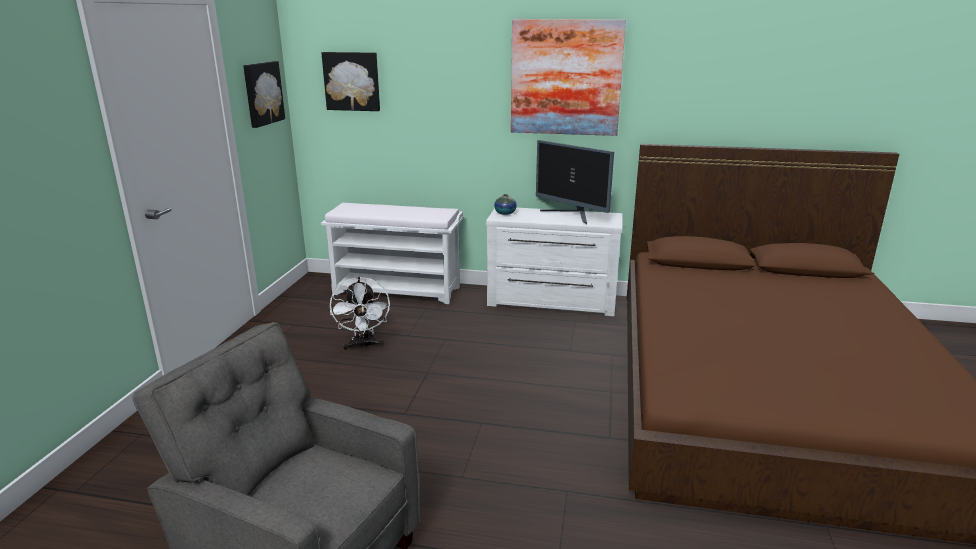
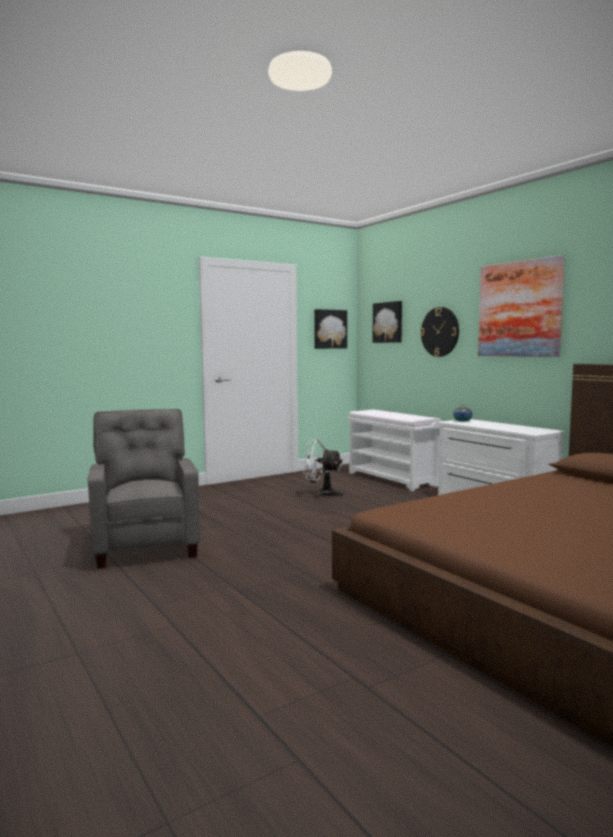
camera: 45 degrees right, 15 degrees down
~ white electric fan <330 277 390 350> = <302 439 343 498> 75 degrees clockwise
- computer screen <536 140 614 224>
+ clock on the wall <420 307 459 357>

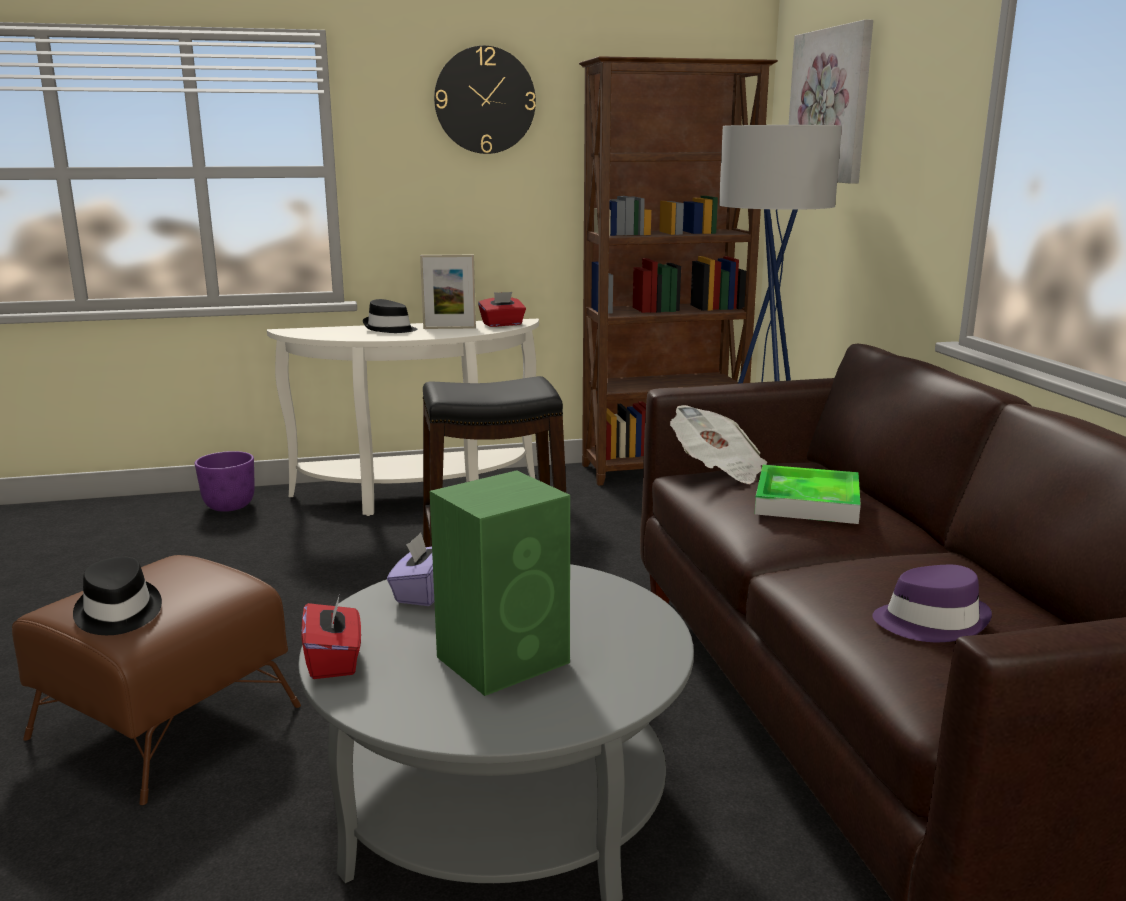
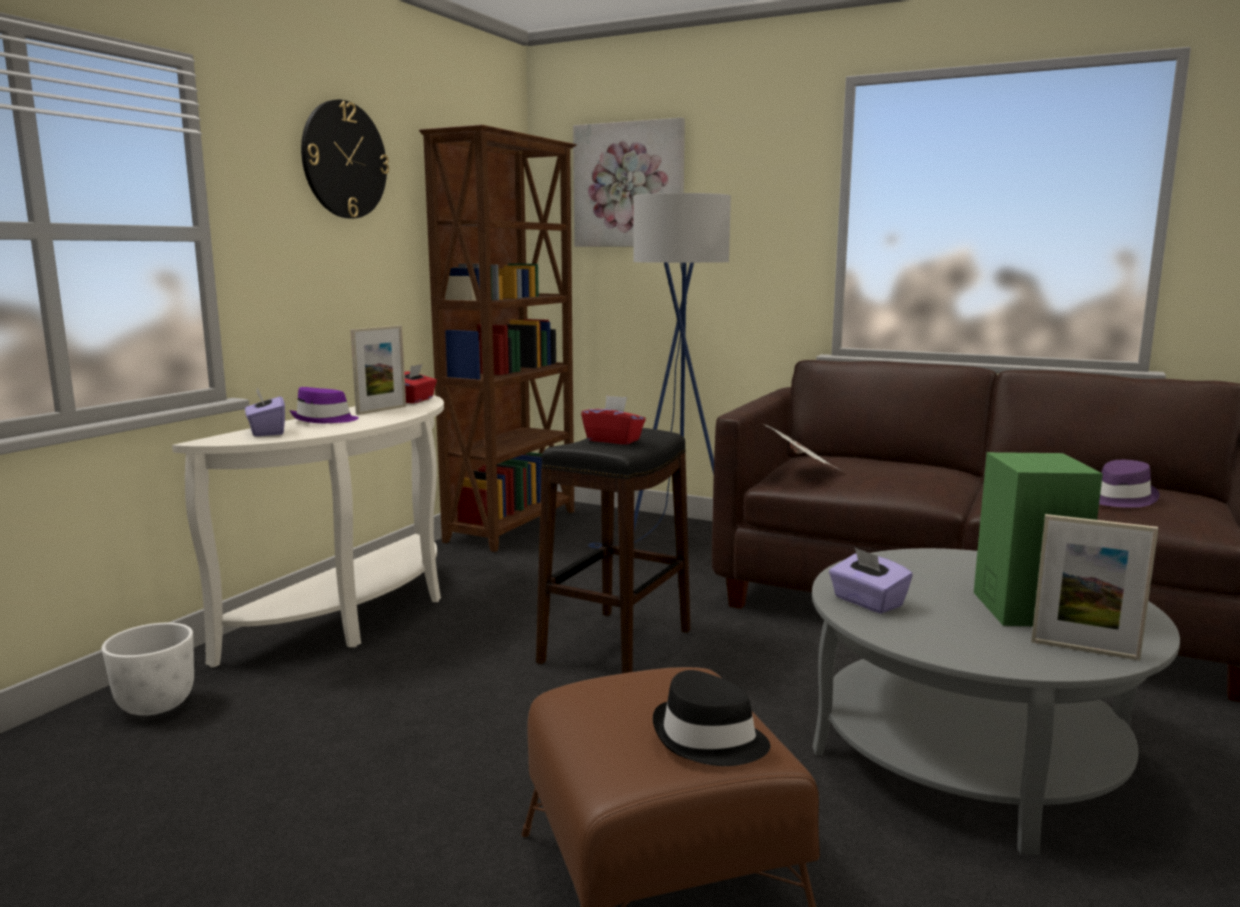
camera: 50 degrees left, 5 degrees down
~ purple planter <195 451 255 512> to white planter <102 623 194 716>
~ red-coloured tissue box <302 596 361 679> to <581 395 646 444>
~ blackish wearable hat <363 299 417 333> to purple wearable hat <290 387 359 423>
- tray <755 465 861 524>
+ purple tissue box <245 387 285 437>
+ standing frame <1031 514 1158 661>

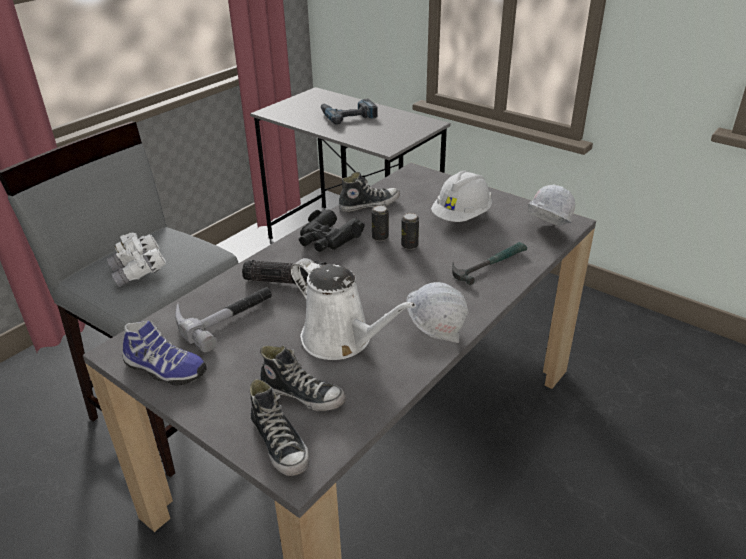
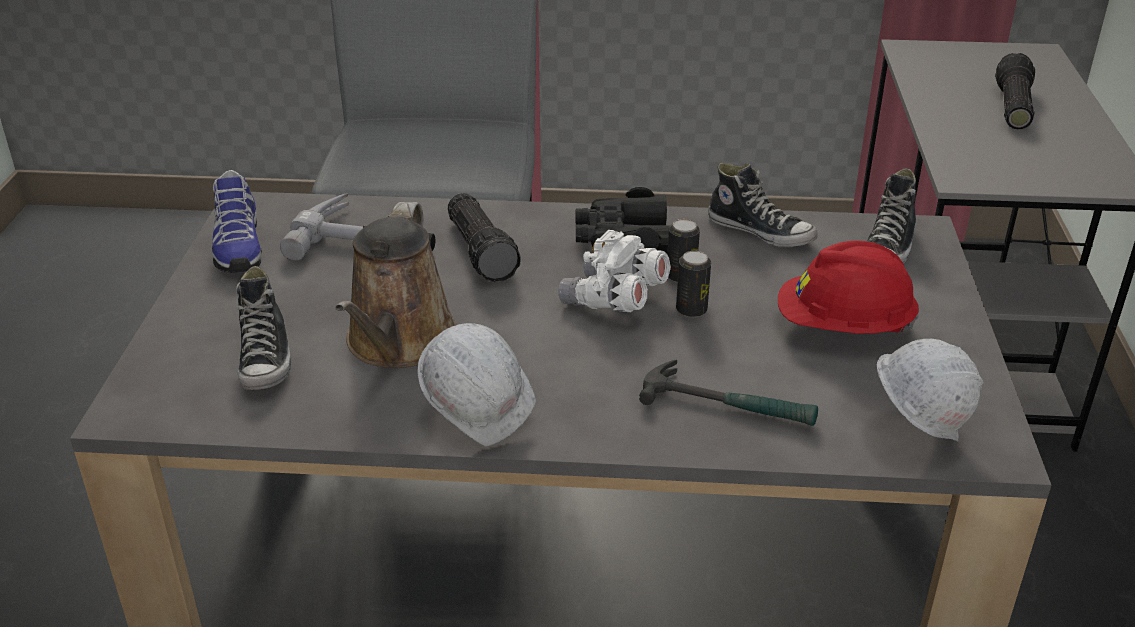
camera: 55 degrees right, 0 degrees up
~ white field glasses <106 233 166 287> to <558 230 671 312>
~ item of footwear <250 379 309 476> to <867 168 916 264>
~ white sprinkling can <291 258 416 360> to brownish sprinkling can <335 202 457 368>
~ electric drill <321 99 377 125> to hand torch <995 53 1035 130>
~ white work helmet <431 171 492 222> to red-coloured work helmet <778 241 919 334>

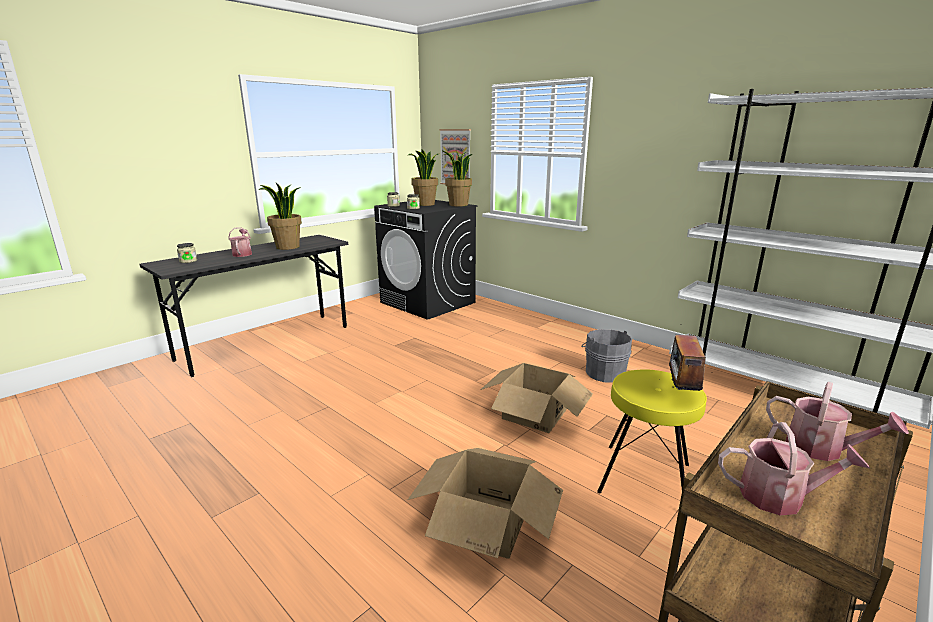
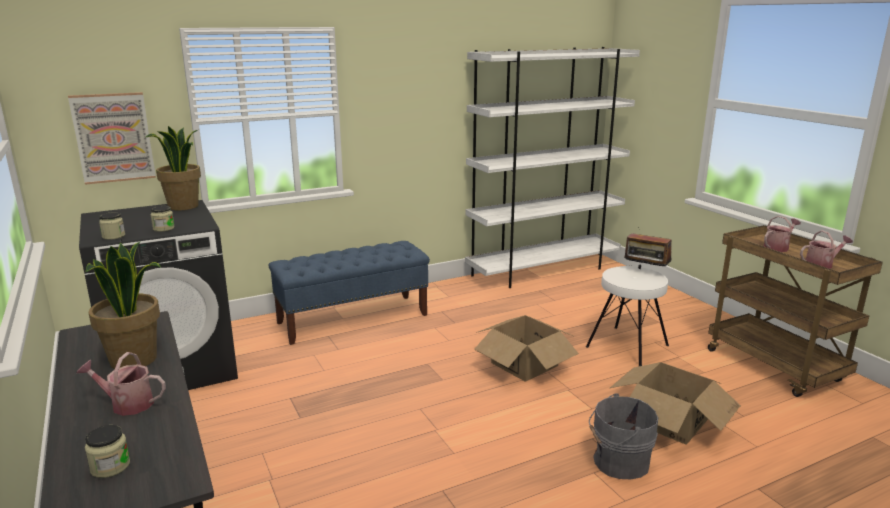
camera: 70 degrees left, 0 degrees up
- plant in a pot <408 150 440 206>
~ gray pail <581 329 632 383> to <589 393 658 479>
~ yellow-coloured stool seat <597 369 707 517> to white stool seat <586 266 669 366>
~ sprinkling can <718 422 870 515> = <800 230 853 269> 45 degrees clockwise
+ bluish indoor bench <269 241 430 345>

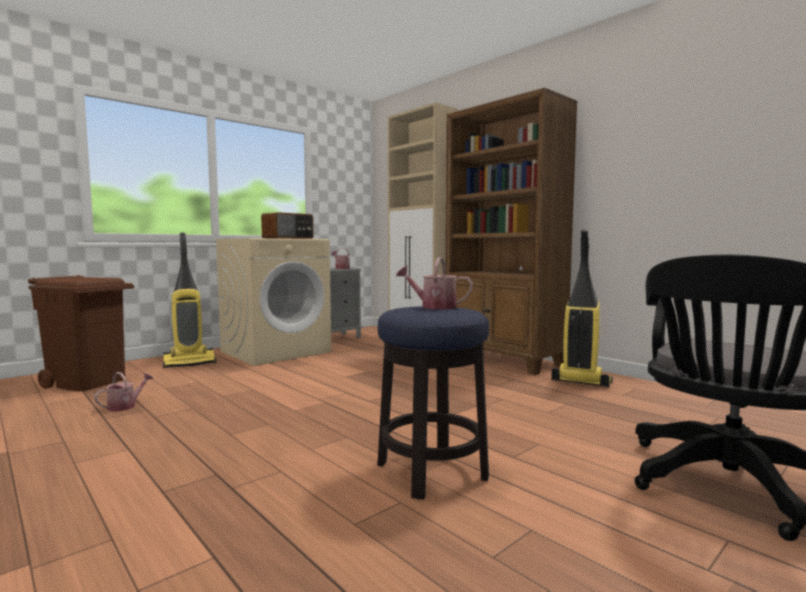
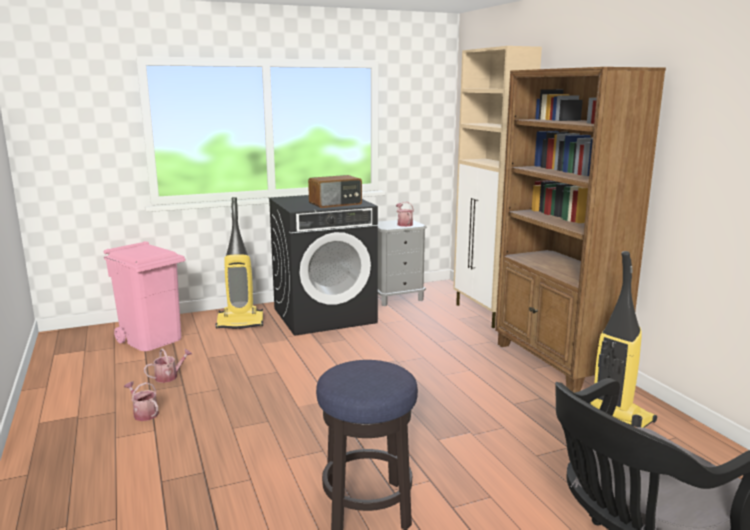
camera: 20 degrees right, 10 degrees up
~ brownish waste bin <28 275 134 391> to pinkish waste bin <104 241 186 351>
~ beige-coloured washing machine <215 238 331 366> to blackish washing machine <269 195 378 336>
~ sprinkling can <396 257 473 309> to <124 381 159 421>

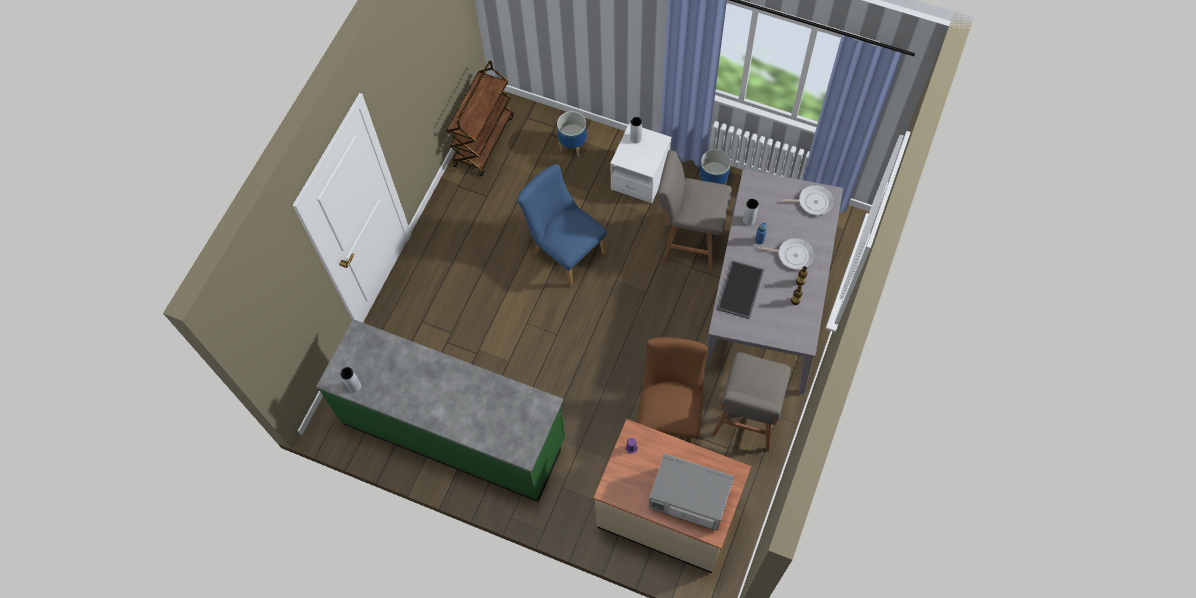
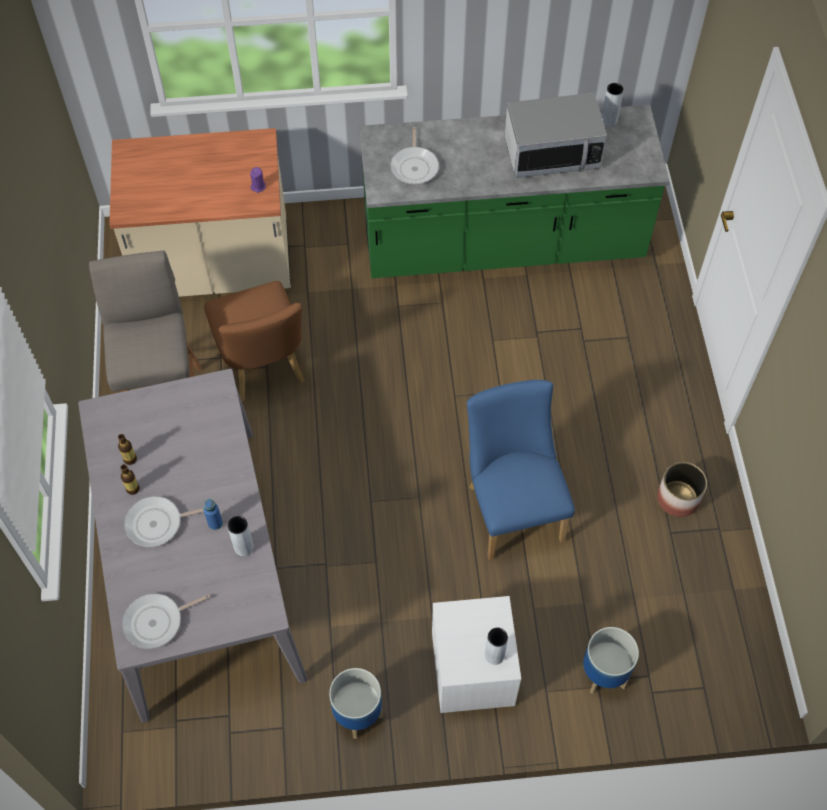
camera: 150 degrees right, 5 degrees down
- brownish cart <446 60 514 176>
~ bluish chair <518 164 607 287> = <467 380 575 560> 120 degrees counterclockwise
~ microwave oven <649 454 734 531> to <505 93 607 178>
- gray stool seat <658 150 732 271>
- tray <717 260 764 319>
+ skillet <390 127 439 184>
+ planter <657 462 707 517>

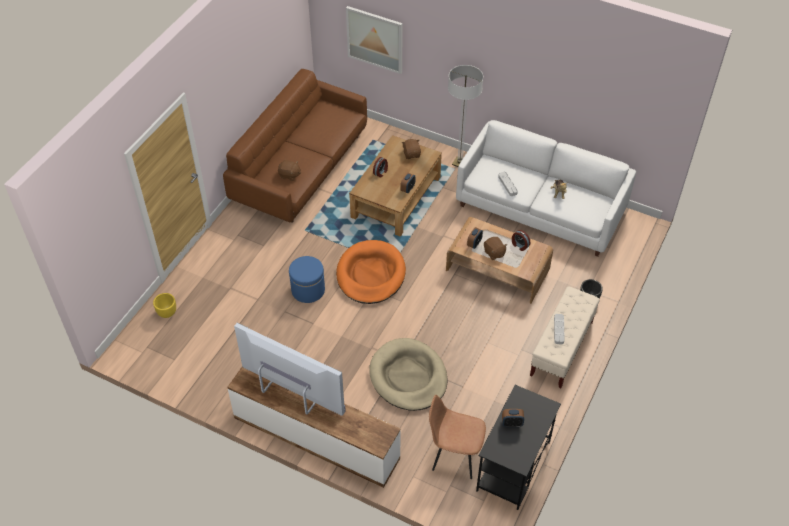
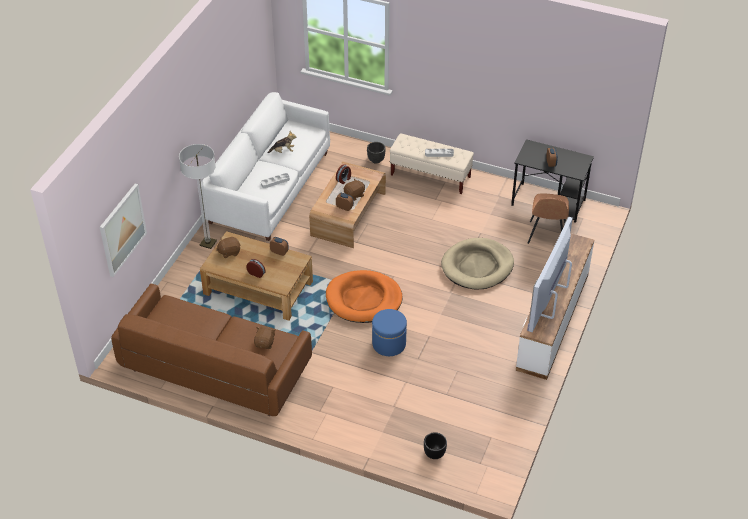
camera: 95 degrees left, 5 degrees down
~ yellow-coloured planter <153 293 176 318> to blackish planter <424 432 447 459>

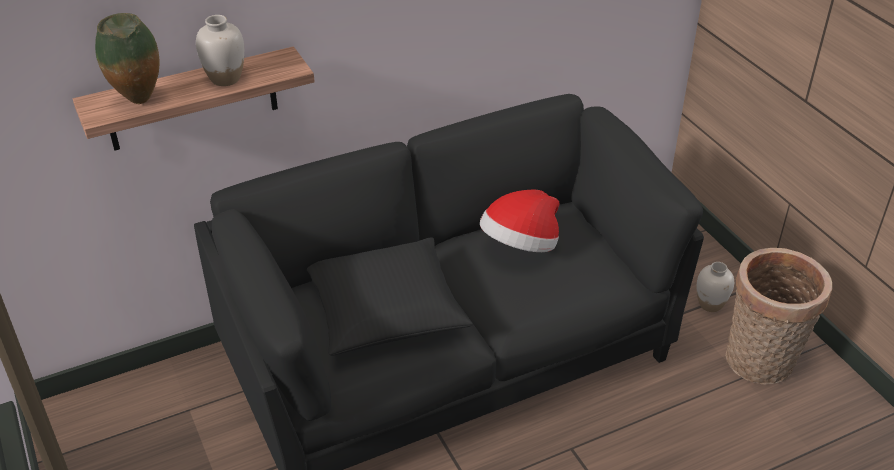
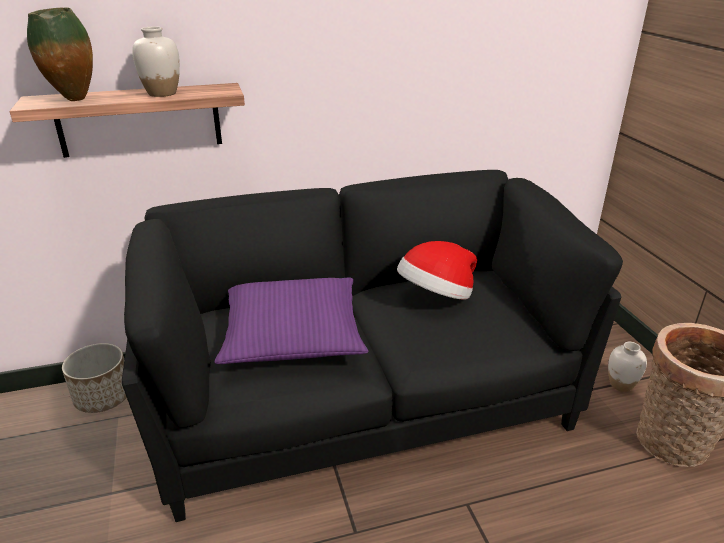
camera: 10 degrees right, 10 degrees down
~ blackish cushion <307 237 473 356> to purple cushion <215 278 369 364>
+ planter <62 343 127 413>

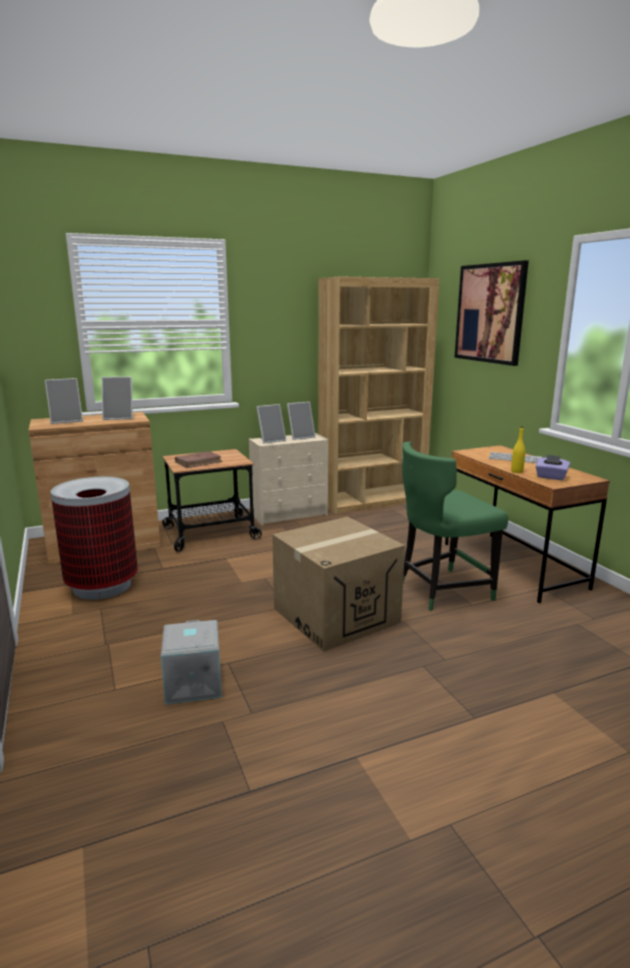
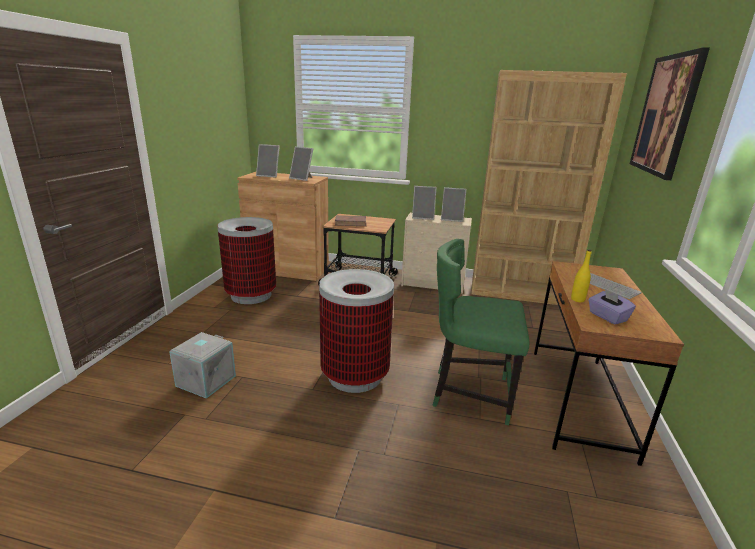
camera: 35 degrees right, 5 degrees up
~ cardboard box <272 517 405 652> to waste bin <319 269 394 393>

